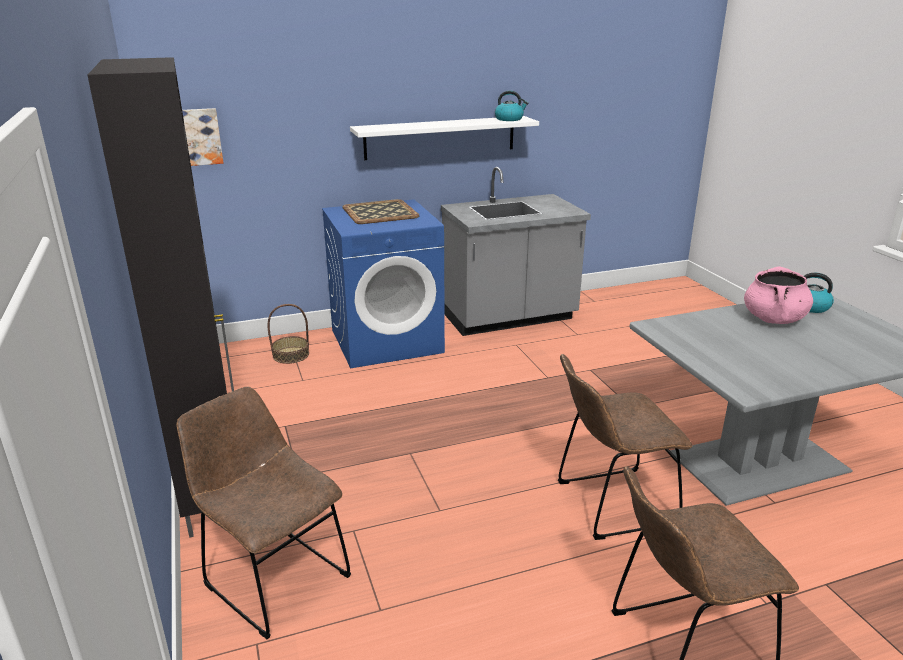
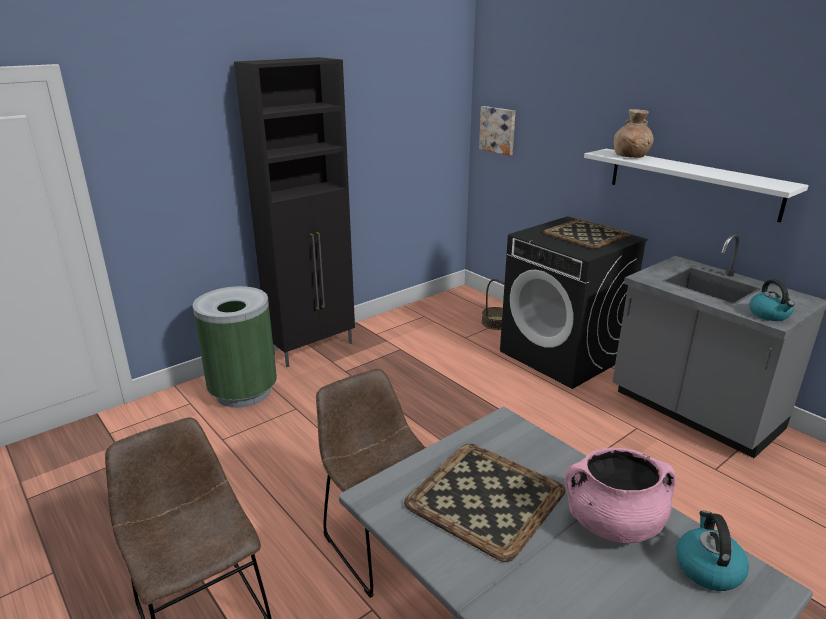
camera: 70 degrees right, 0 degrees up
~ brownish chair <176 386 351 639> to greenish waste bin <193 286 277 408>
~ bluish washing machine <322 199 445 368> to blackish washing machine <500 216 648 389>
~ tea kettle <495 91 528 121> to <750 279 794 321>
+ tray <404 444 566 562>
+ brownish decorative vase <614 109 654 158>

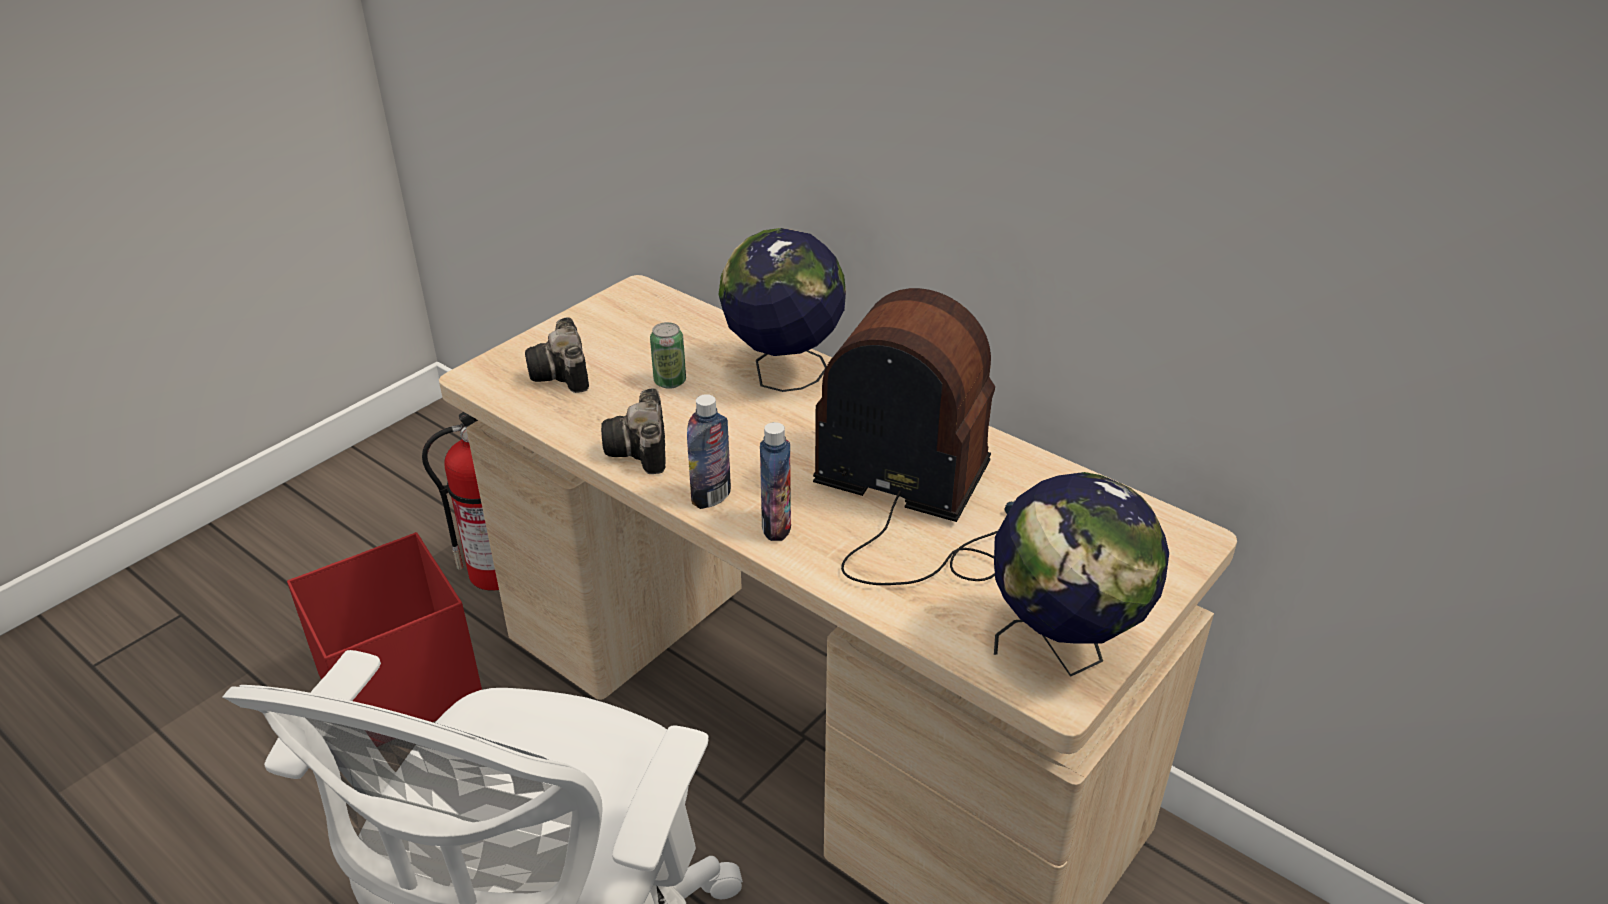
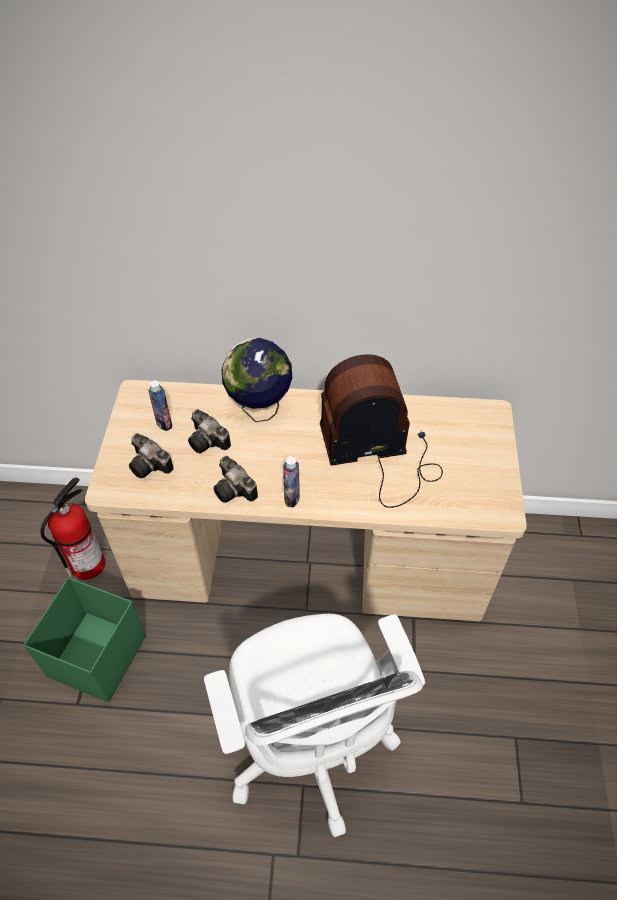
camera: 35 degrees left, 15 degrees up
~ red-coloured storage bin <287 532 482 722> to greenish storage bin <23 577 146 703>
~ sealed can <650 322 686 389> to still camera <188 409 231 453>
~ beverage bottle <760 422 791 541> to <148 380 172 431>
- desk globe <994 472 1169 677>

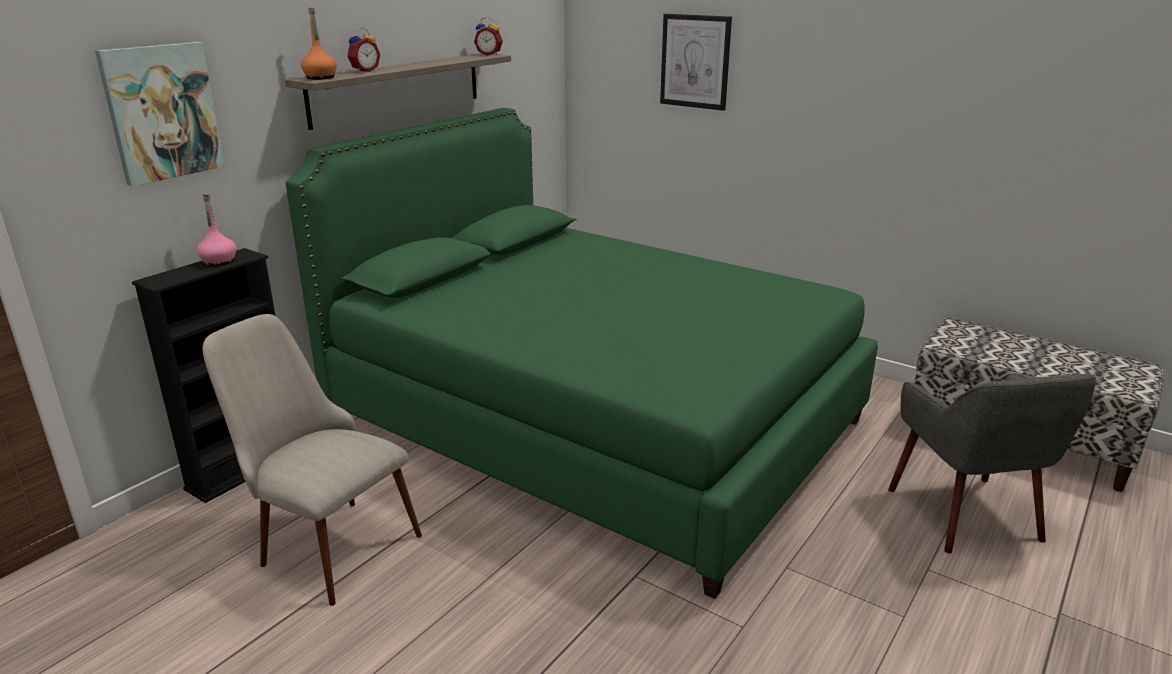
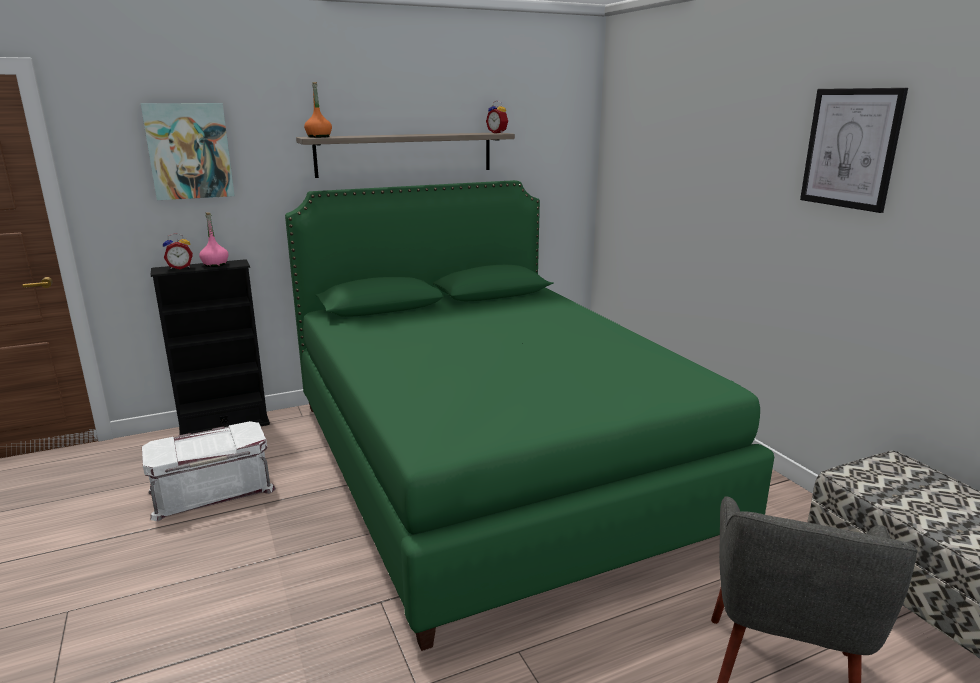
camera: 30 degrees right, 5 degrees down
~ beige-coloured chair <203 314 422 606> to white storage bin <142 421 276 521>
~ bedside clock <347 27 380 73> to <163 233 193 270>
~ picture <660 14 732 111> to <800 88 908 213>

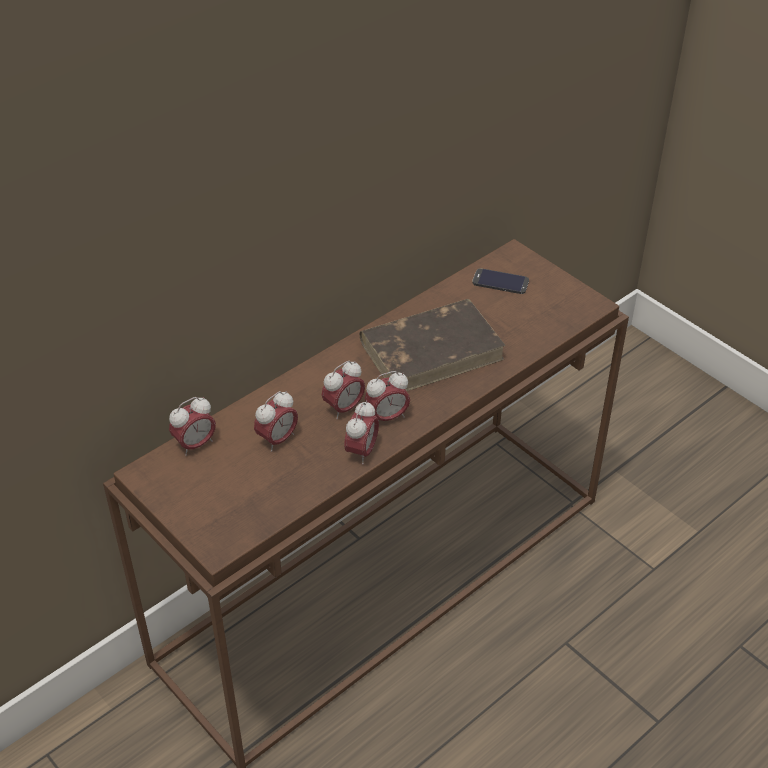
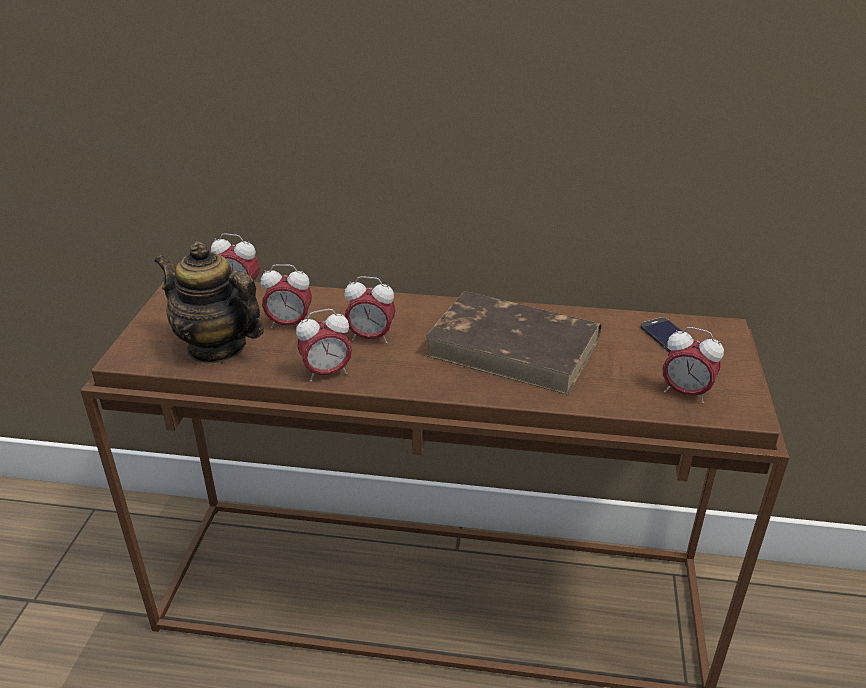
camera: 50 degrees right, 10 degrees down
~ bedside clock <365 371 410 421> to <662 327 724 403>
+ pot for tea <154 242 264 364>

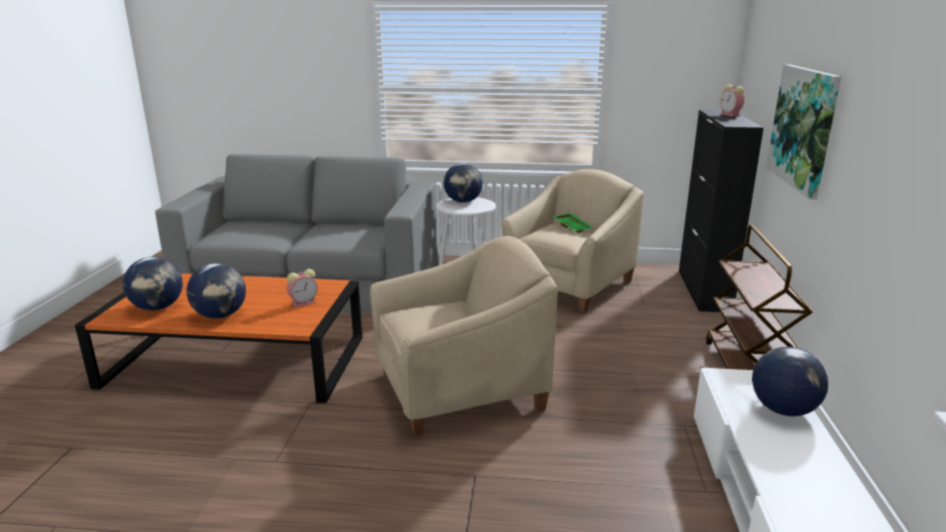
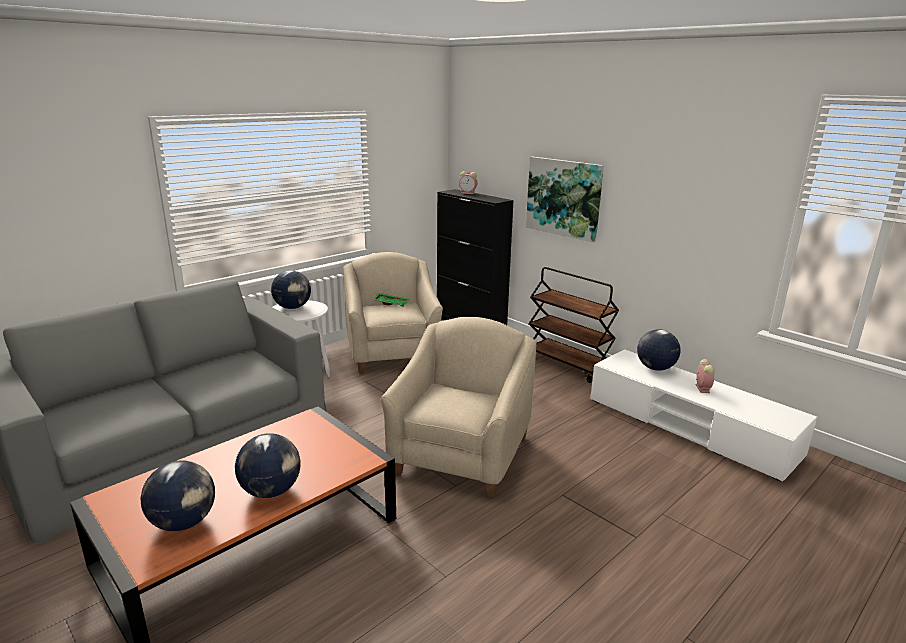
camera: 50 degrees left, 0 degrees up
~ bedside clock <287 269 318 308> to <695 359 714 393>

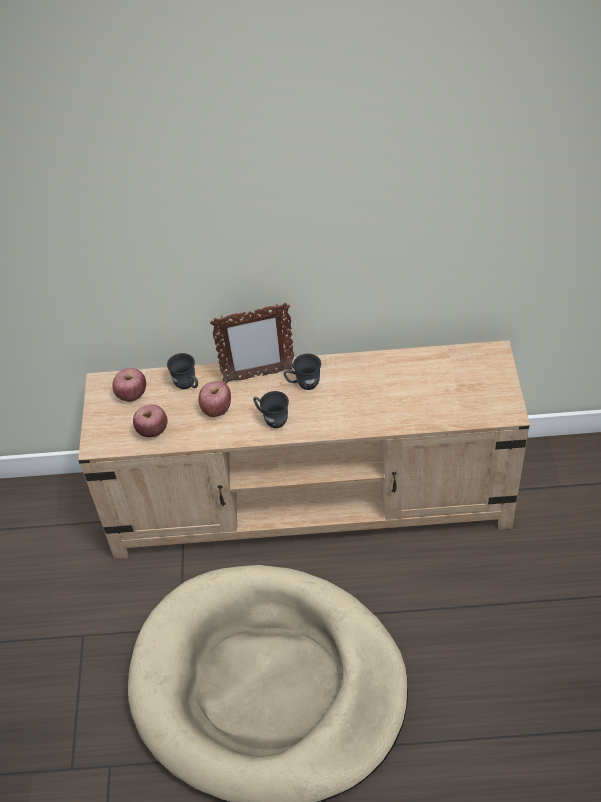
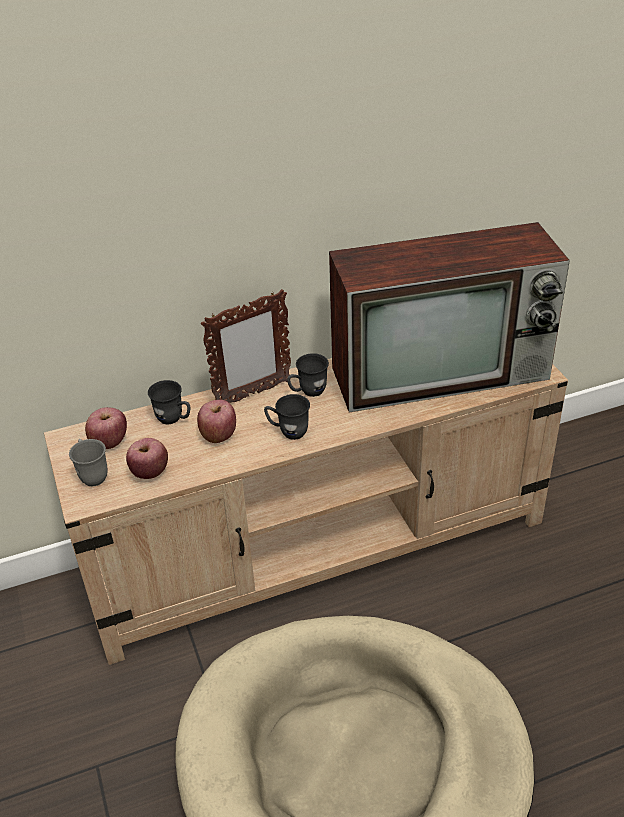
camera: 20 degrees left, 10 degrees down
+ gray mug <69 439 108 486>
+ TV <329 222 570 413>

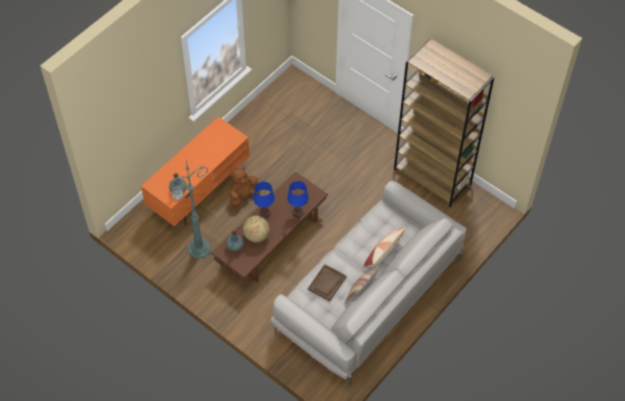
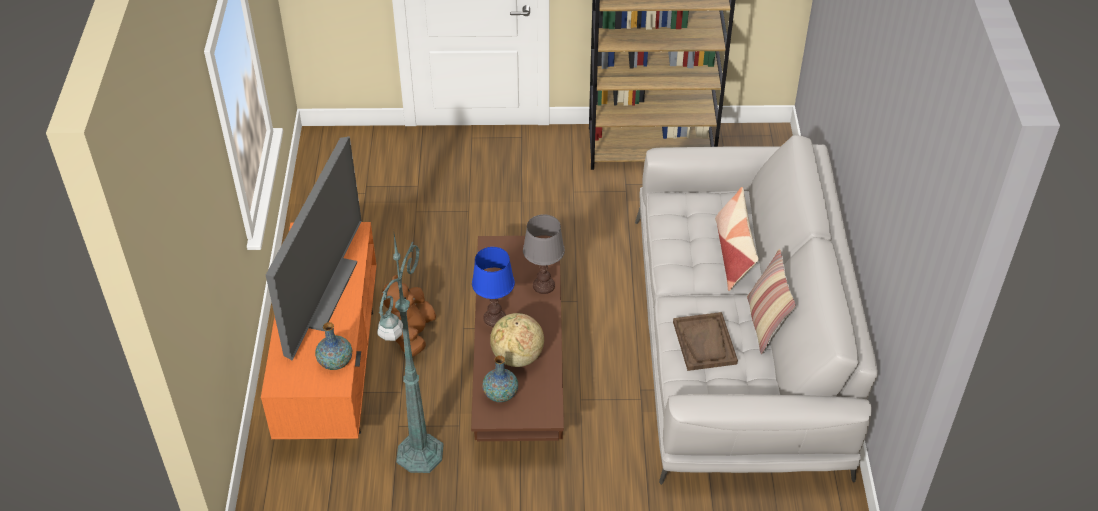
camera: 40 degrees left, 10 degrees down
~ bluish lamp for a table <287 181 309 217> to gray lamp for a table <523 214 565 294>
+ TV <266 136 362 361>

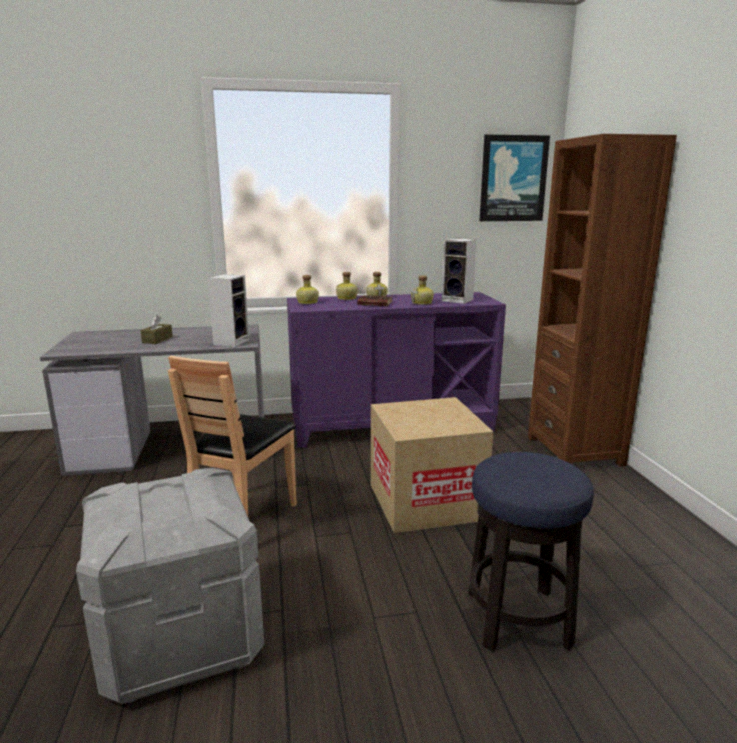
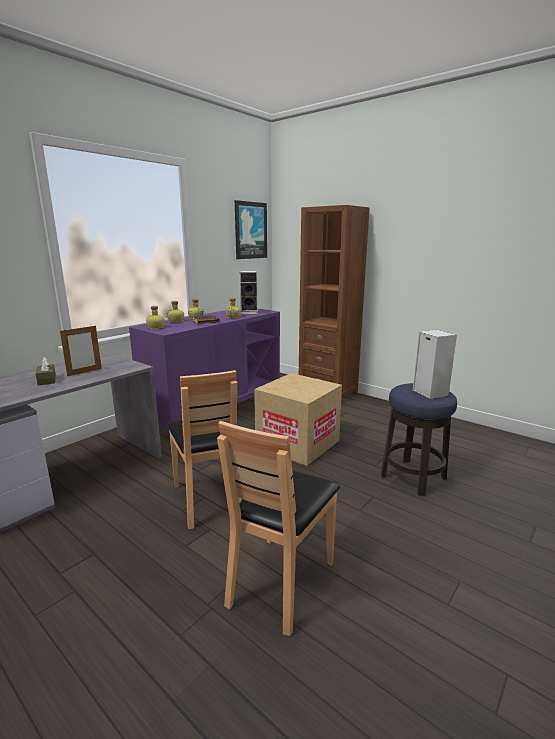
camera: 40 degrees left, 0 degrees up
~ gray storage bin <76 468 264 704> to brownish chair <217 421 340 636>
~ speaker <208 274 249 347> to <413 330 457 399>
+ standing frame <60 325 102 376>

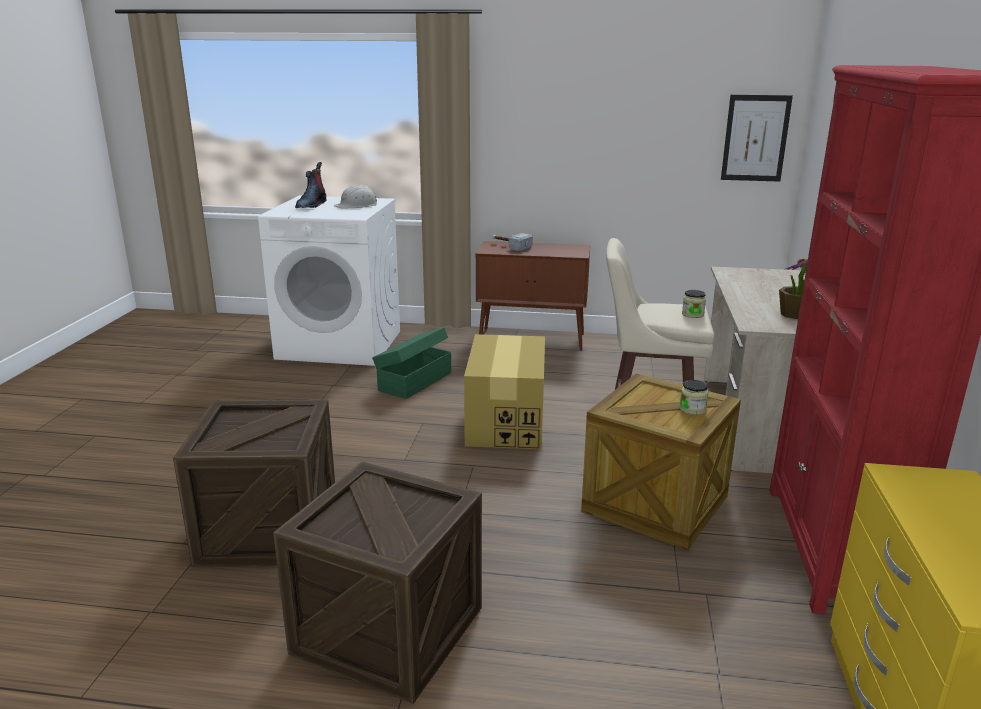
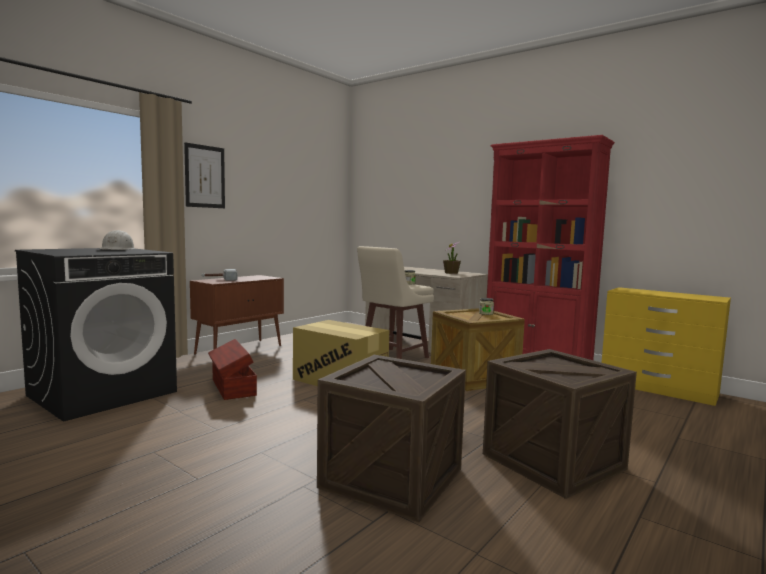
camera: 60 degrees left, 15 degrees down
~ white washing machine <258 196 400 366> to blackish washing machine <15 248 177 422>
- high-top boot <295 162 327 208>
~ greenish storage bin <372 327 451 399> to brownish storage bin <208 339 257 400>
~ picture <721 95 793 182> to <184 142 225 208>

